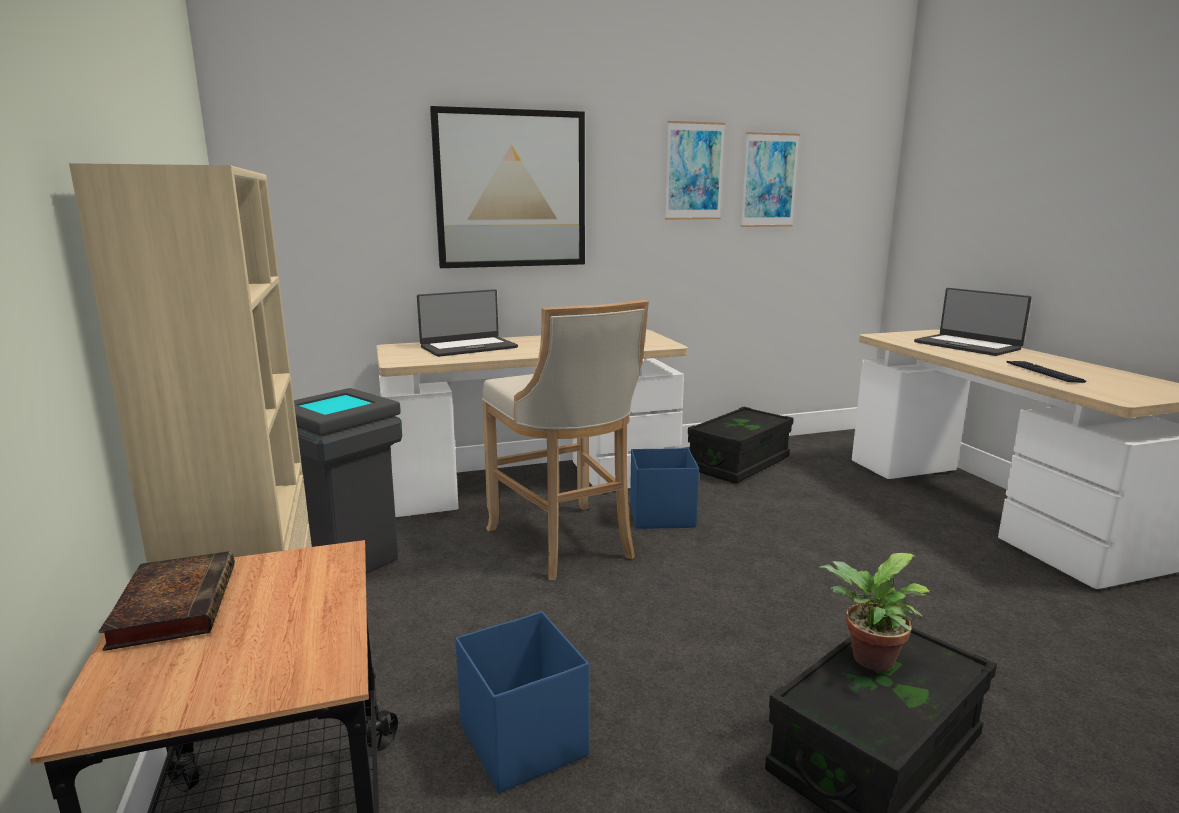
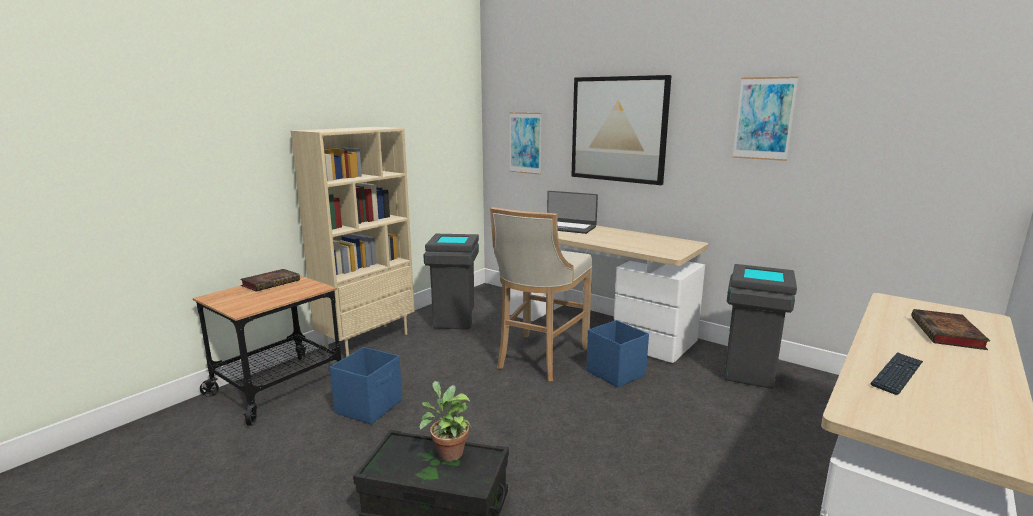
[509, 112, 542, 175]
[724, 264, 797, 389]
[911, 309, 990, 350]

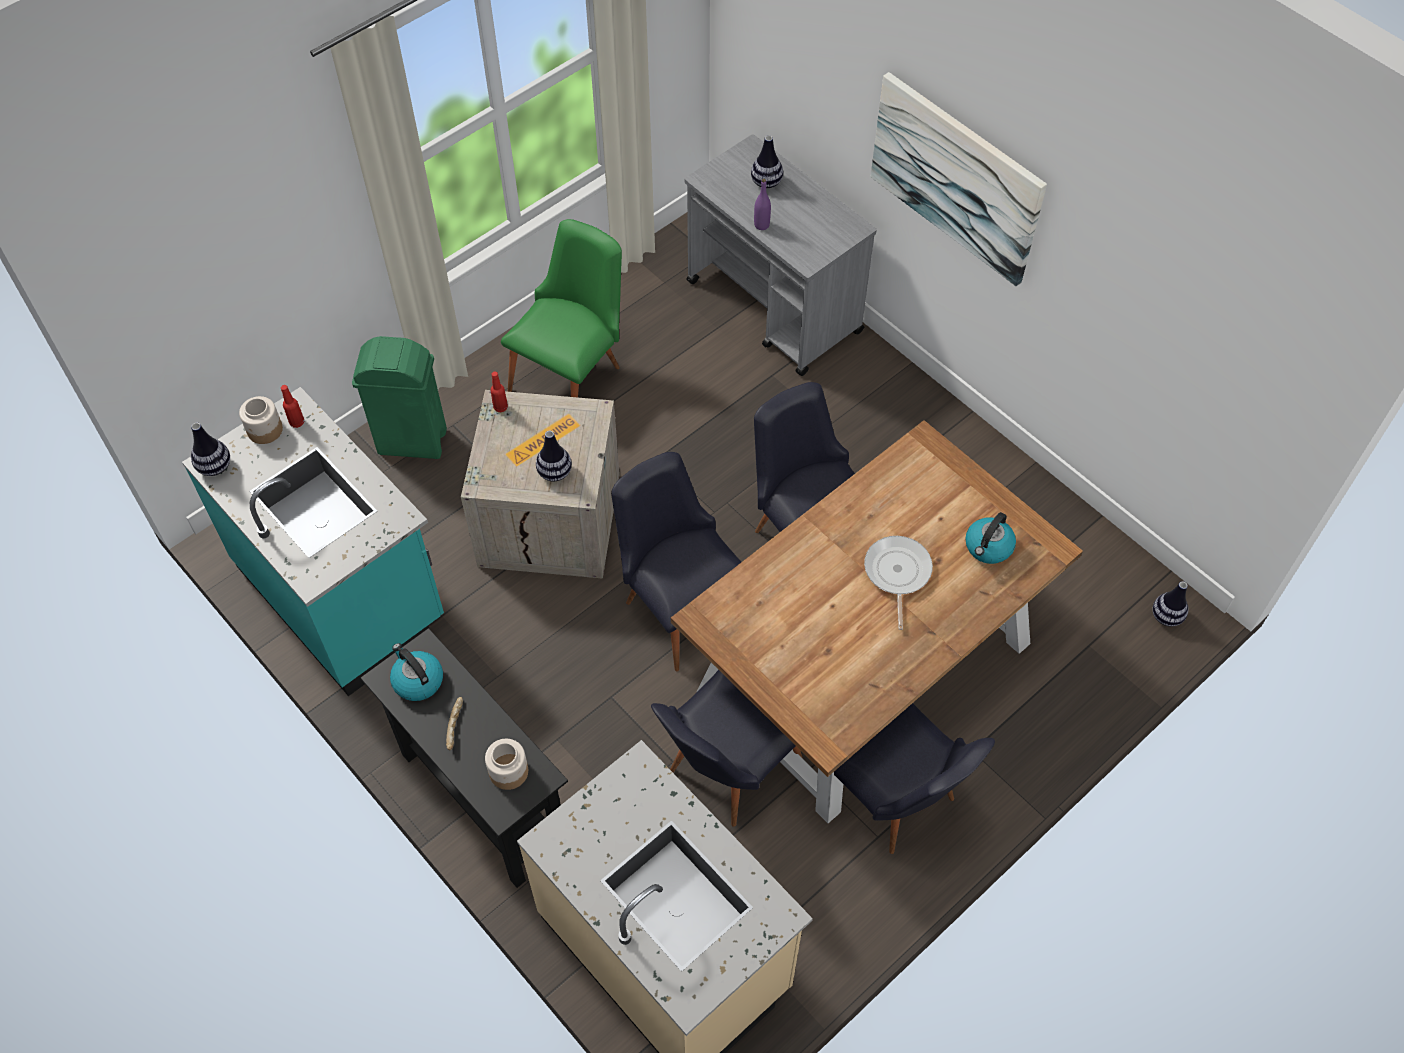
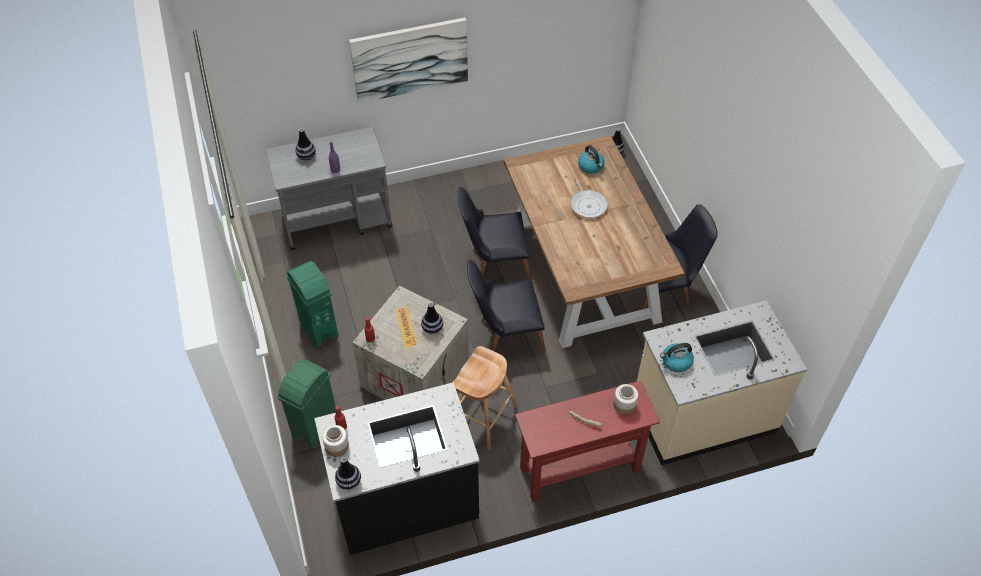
[286, 261, 339, 347]
[314, 382, 480, 555]
[453, 346, 518, 450]
[515, 381, 660, 502]
[571, 177, 608, 218]
[660, 343, 694, 372]
[651, 670, 803, 827] (first image)

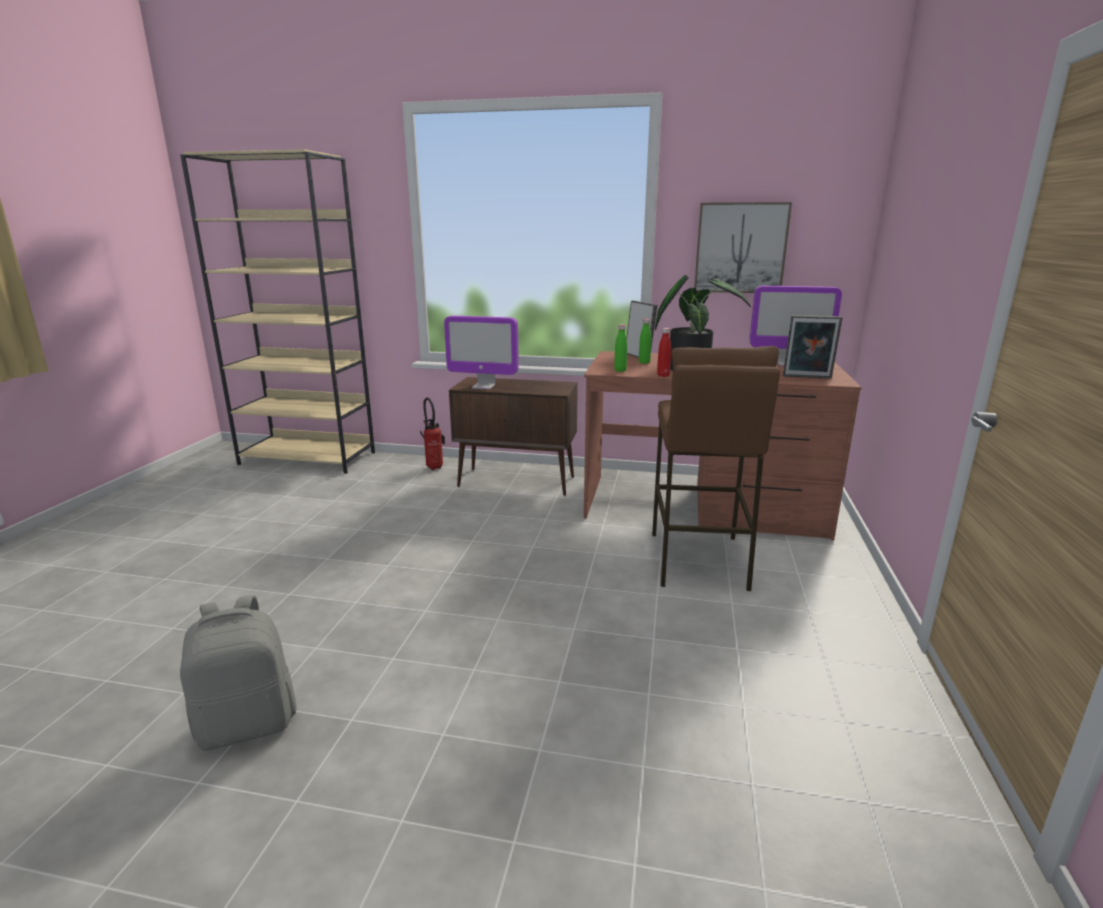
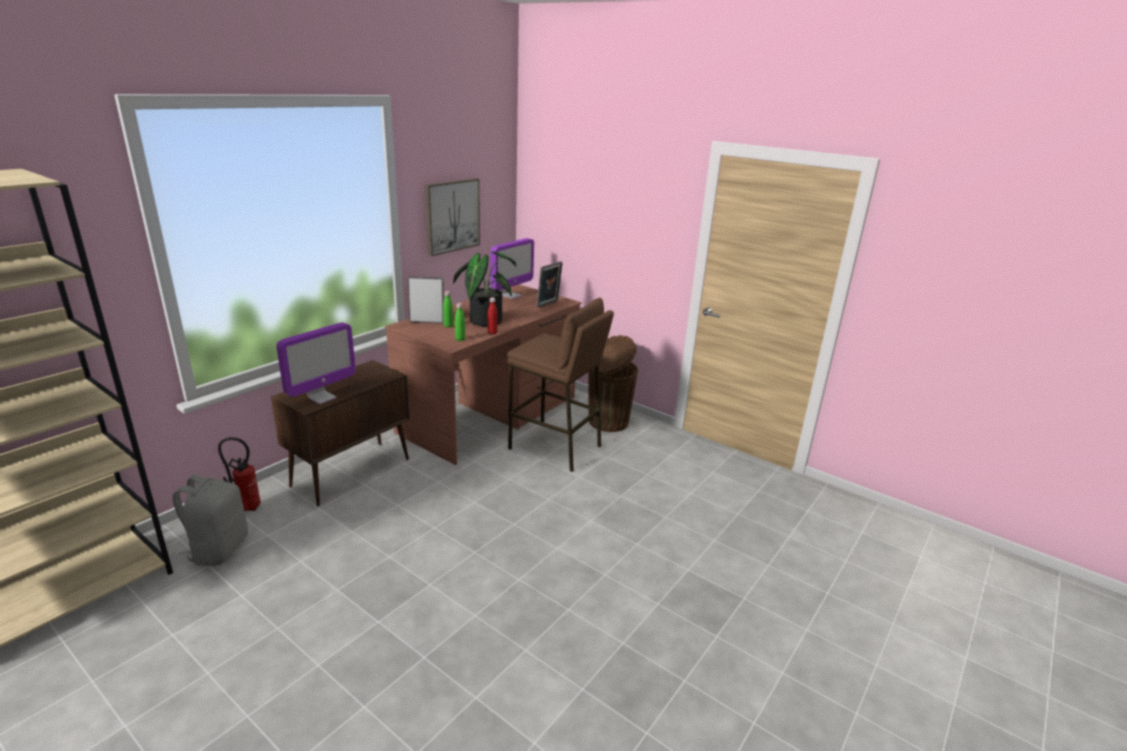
[173, 475, 248, 566]
[588, 335, 638, 432]

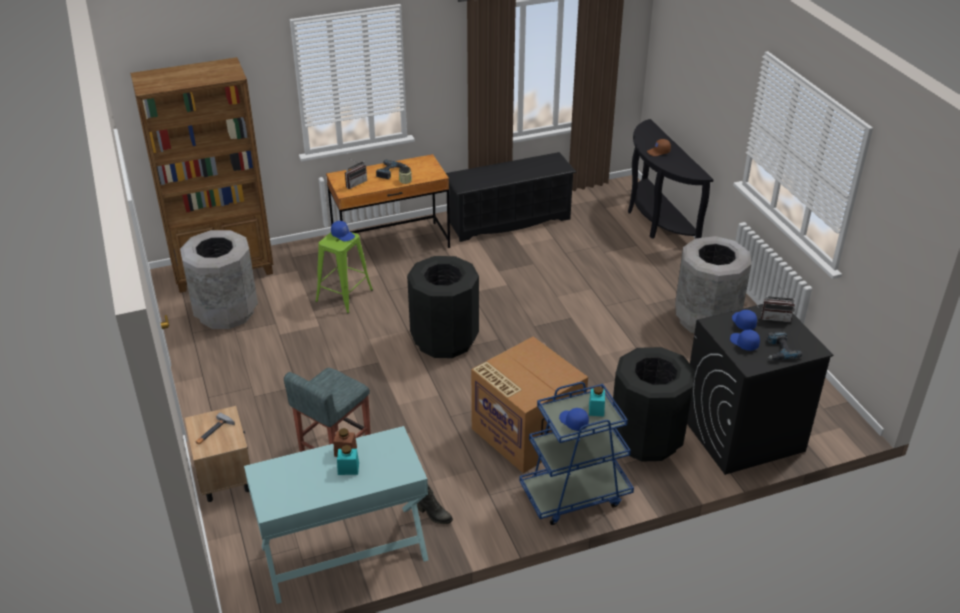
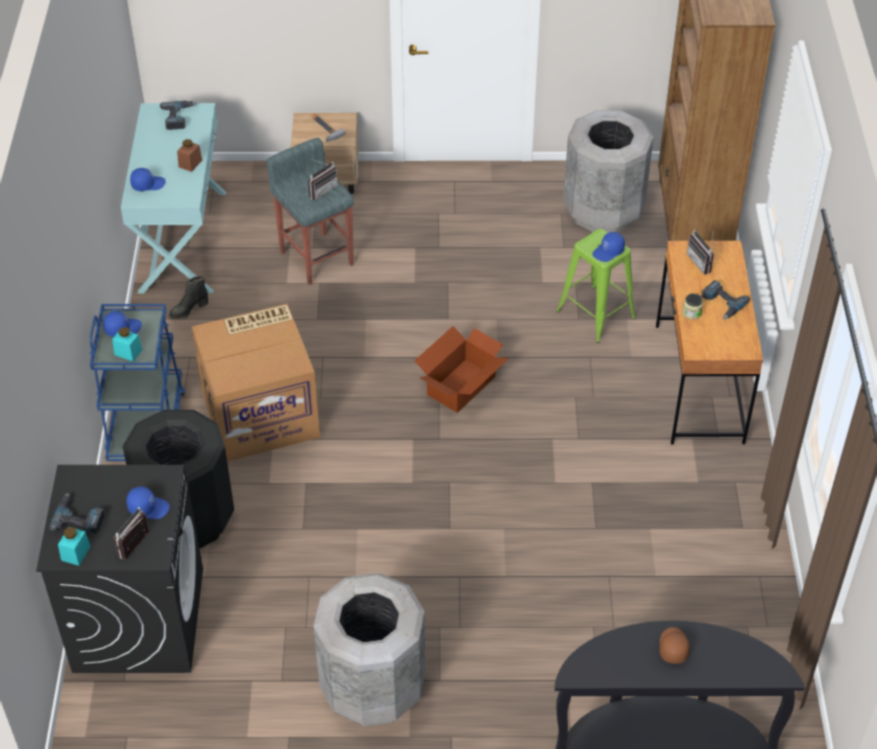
[58, 527, 91, 566]
[130, 168, 165, 191]
[160, 101, 197, 130]
[308, 159, 338, 201]
[414, 326, 509, 413]
[446, 152, 576, 242] (first image)

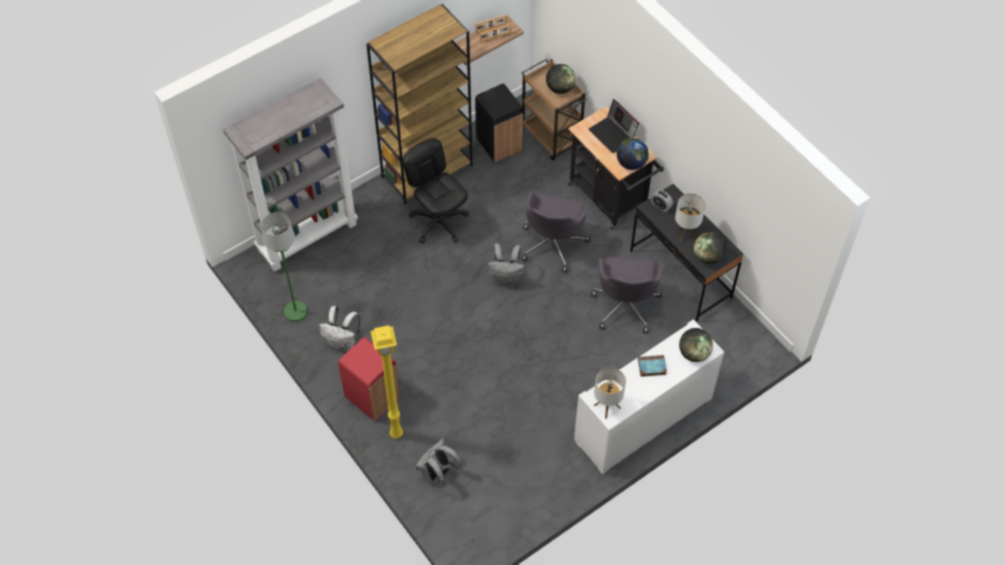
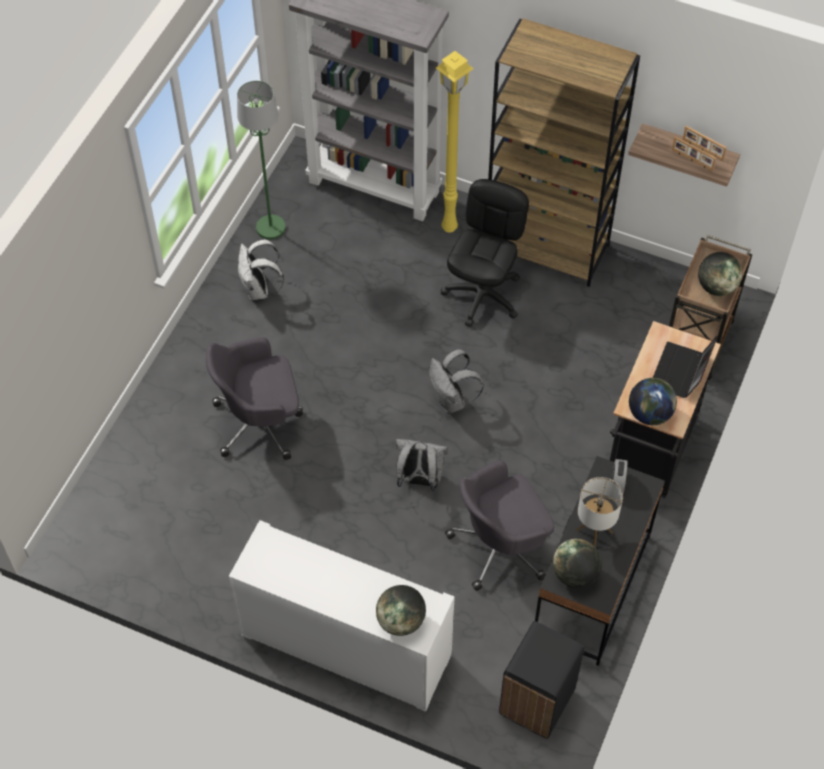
[206, 337, 303, 460]
[396, 439, 447, 491]
[436, 51, 474, 233]
[499, 621, 584, 739]
[338, 337, 400, 421] (first image)
[594, 367, 626, 419] (first image)
[638, 355, 667, 377] (first image)

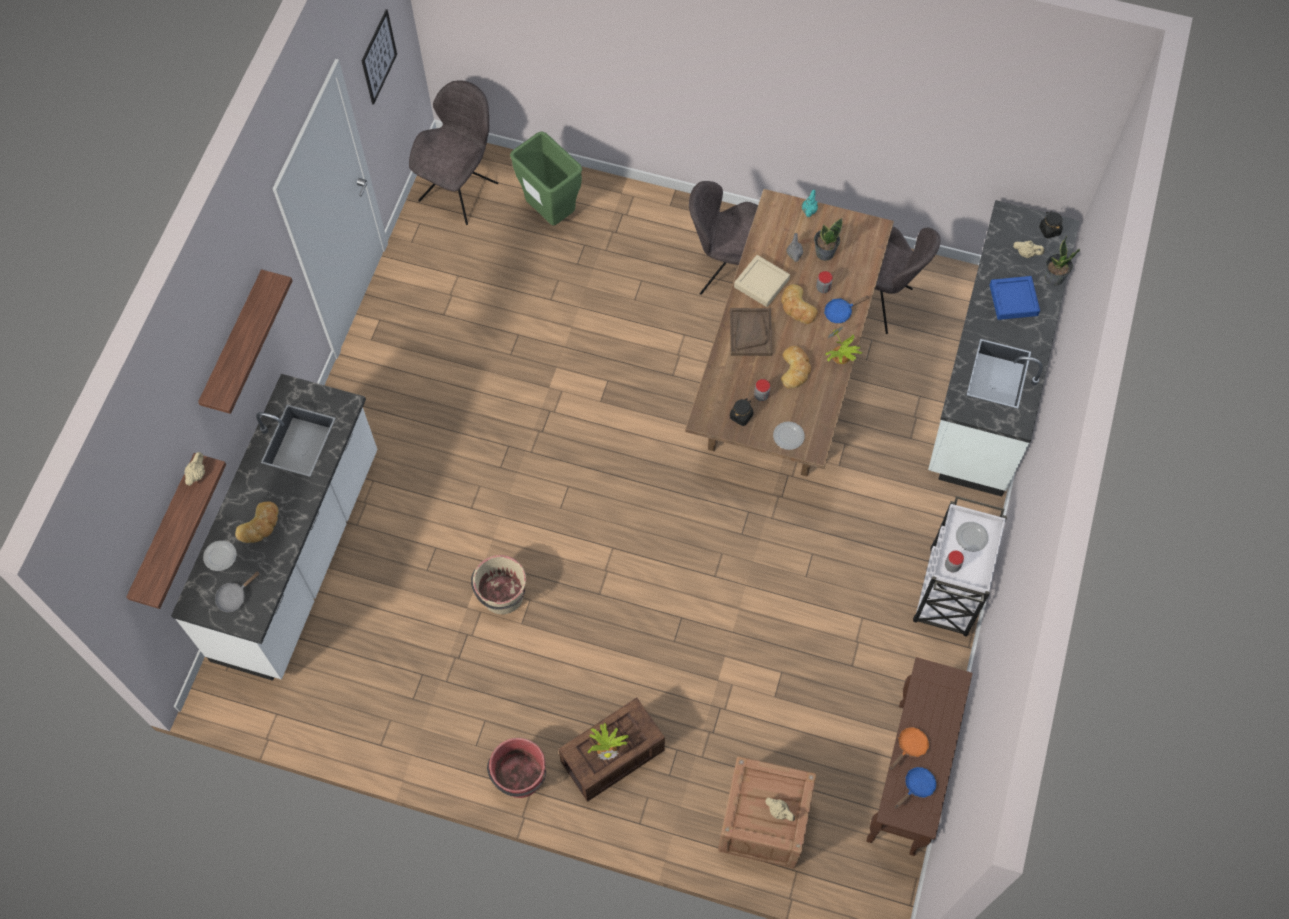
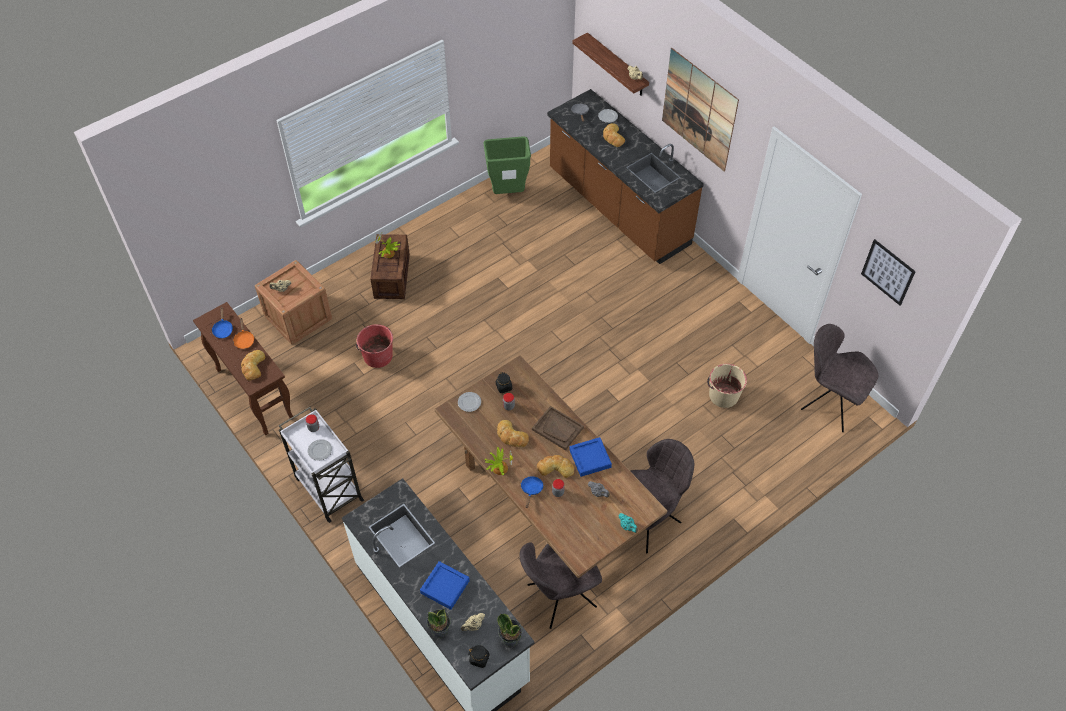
[241, 350, 265, 381]
[356, 324, 393, 368]
[484, 136, 531, 194]
[497, 613, 523, 647]
[547, 89, 704, 264]
[569, 437, 612, 477]
[662, 48, 739, 172]
[707, 364, 747, 408]
[801, 324, 878, 432]

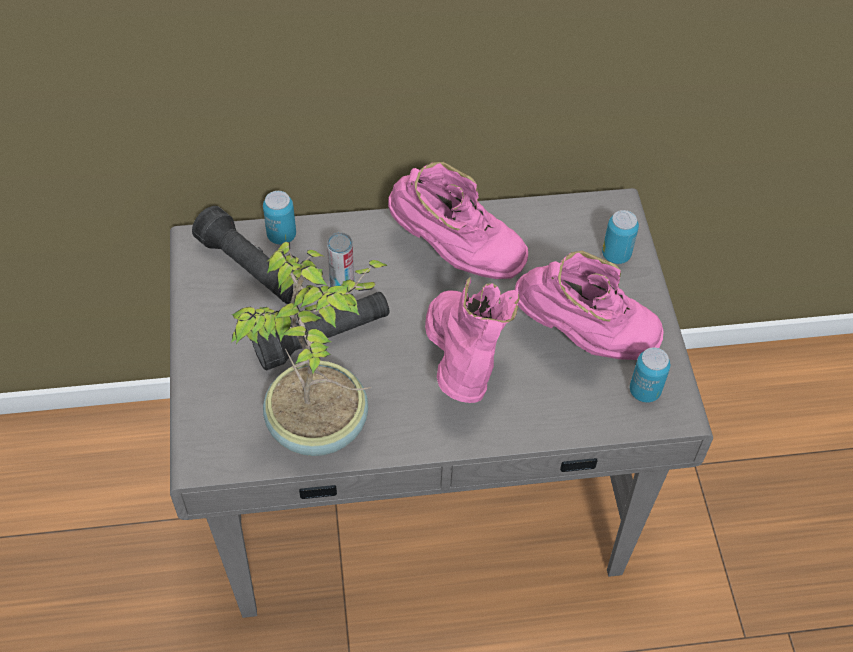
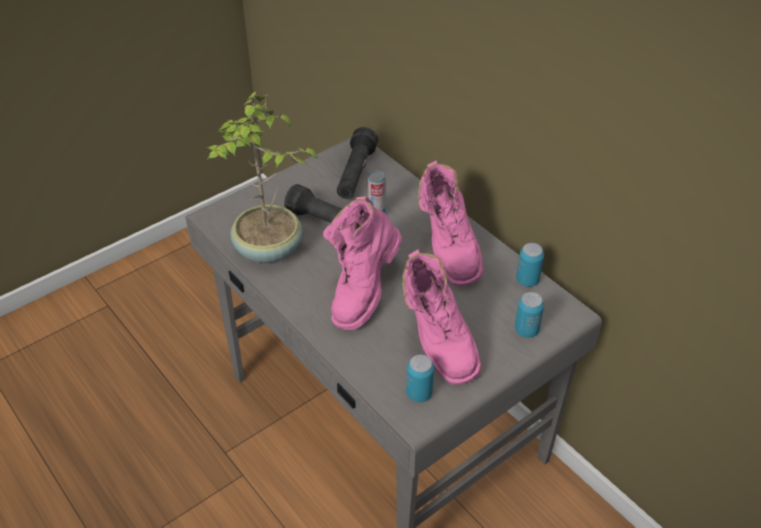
[323, 197, 402, 330]
[516, 243, 544, 287]

